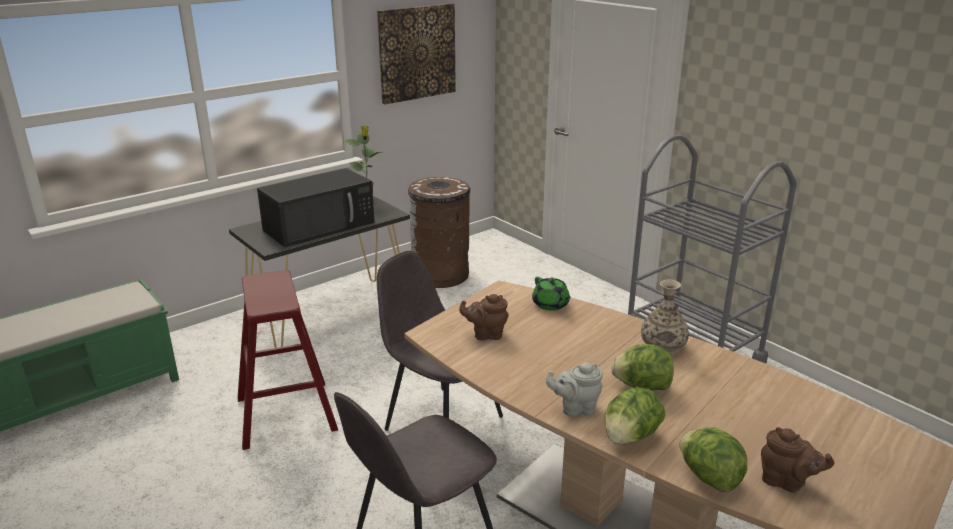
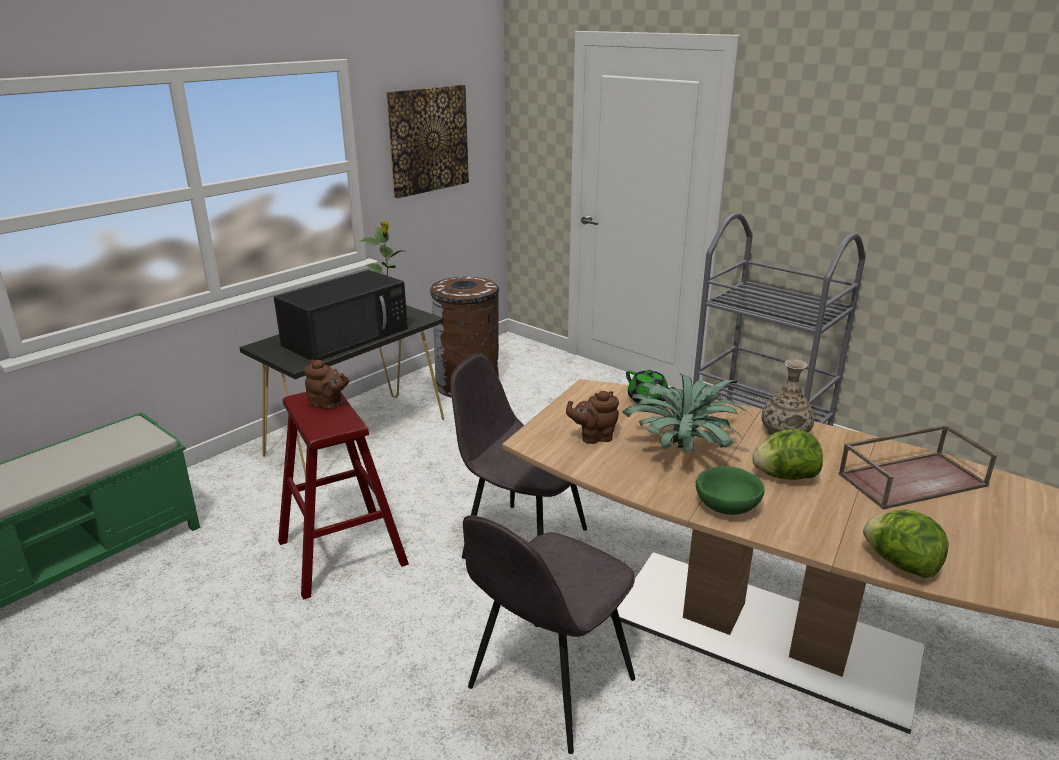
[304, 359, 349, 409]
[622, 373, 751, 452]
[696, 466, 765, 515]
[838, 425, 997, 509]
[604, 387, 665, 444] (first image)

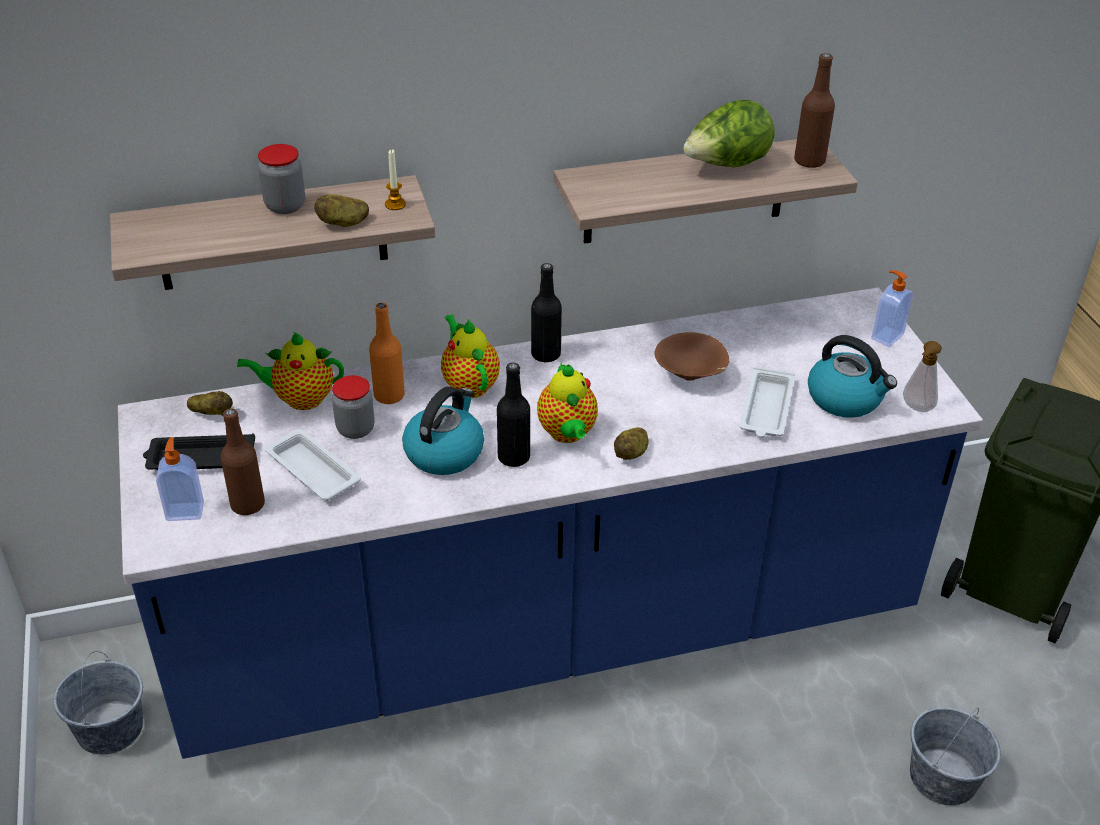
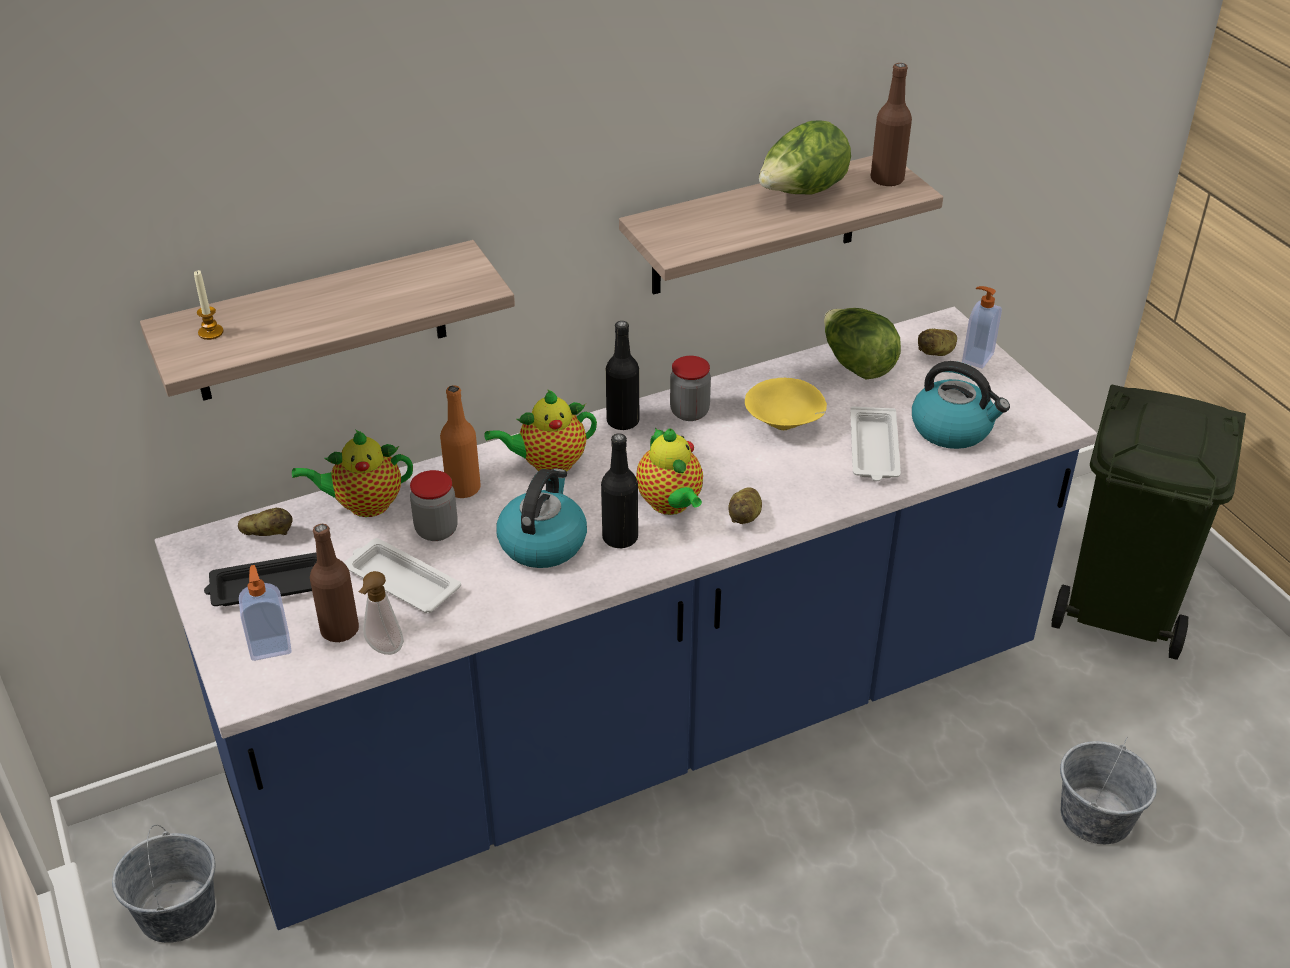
[194, 270, 224, 340]
[358, 571, 404, 655]
[484, 389, 597, 471]
[670, 356, 711, 421]
[745, 378, 827, 430]
[824, 308, 901, 379]
[918, 329, 957, 356]

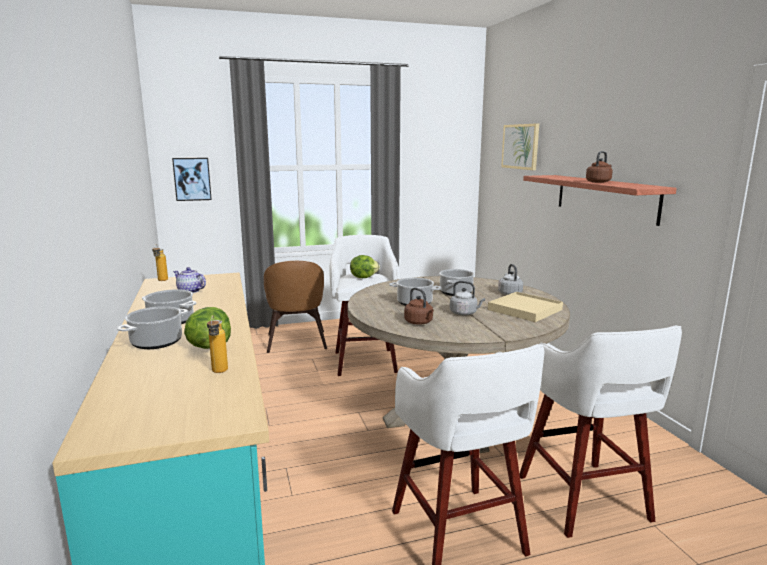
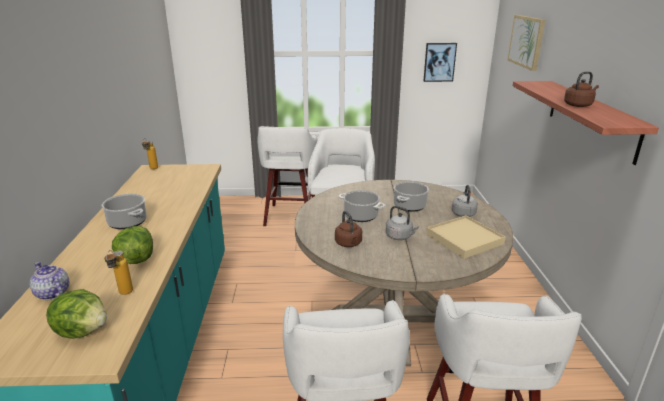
[30, 262, 70, 300]
[46, 289, 107, 339]
[257, 126, 317, 226]
[423, 43, 457, 82]
[117, 306, 188, 349] (first image)

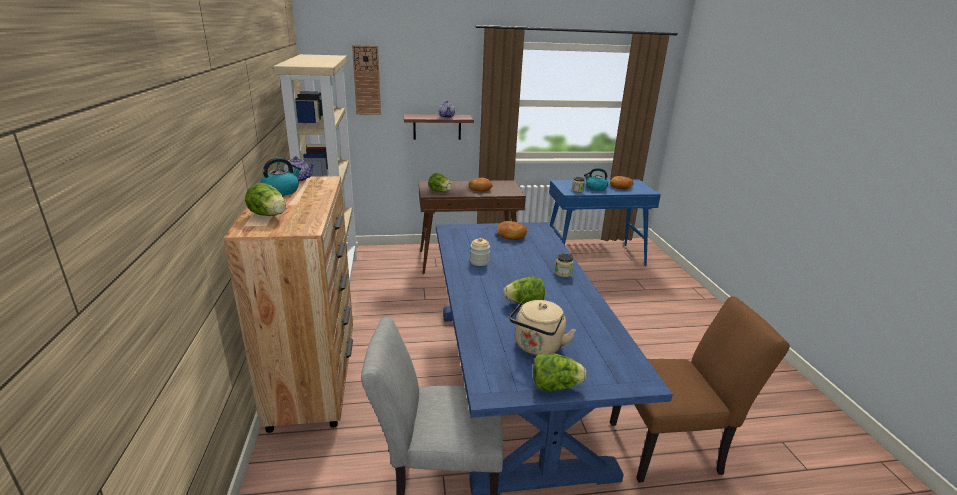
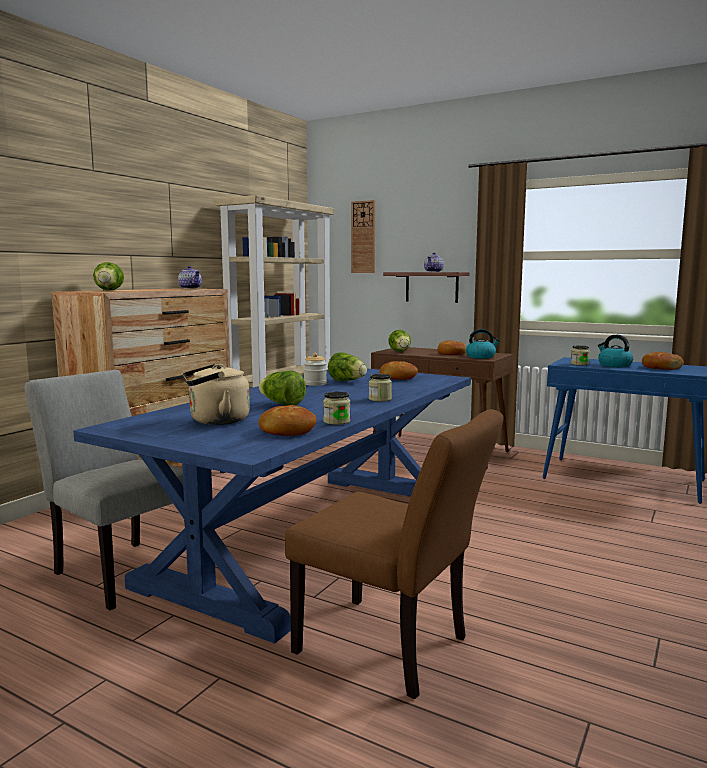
[259, 405, 317, 436]
[323, 392, 350, 425]
[328, 352, 367, 381]
[466, 329, 500, 359]

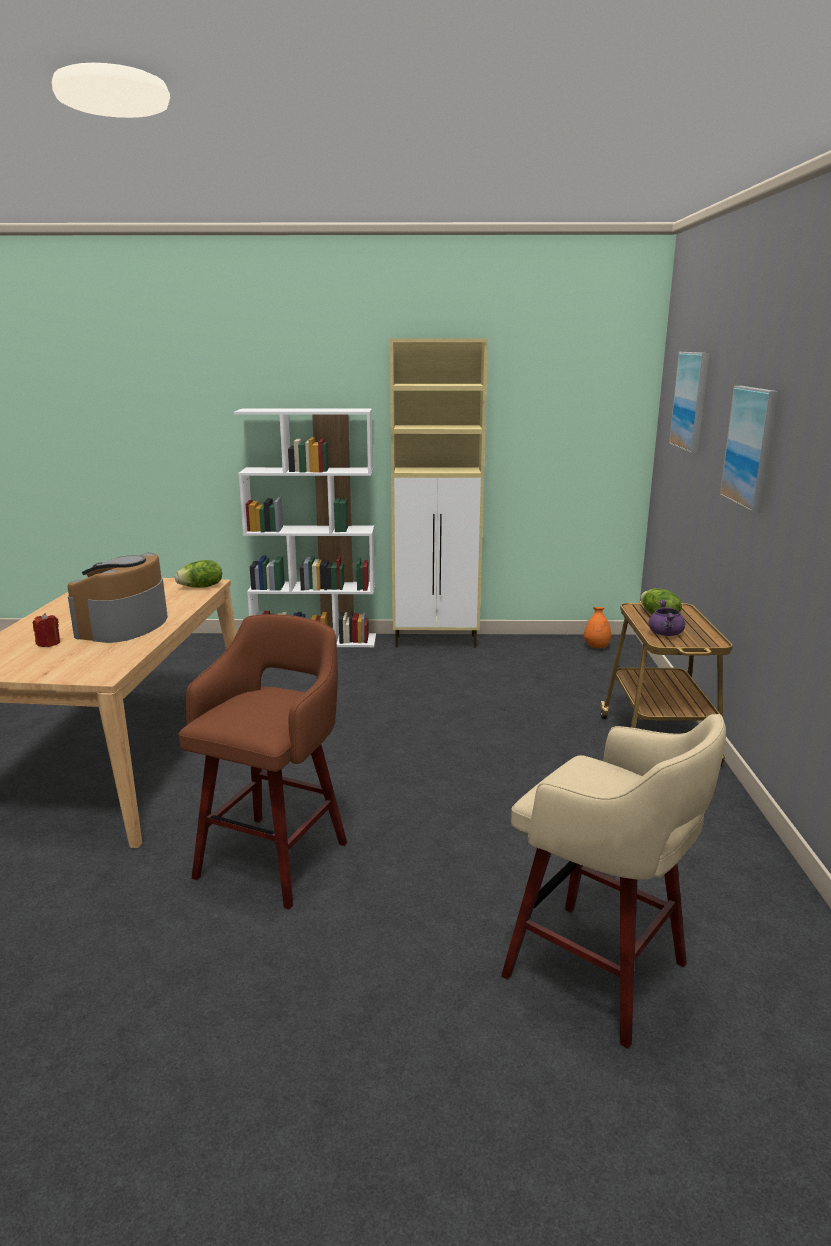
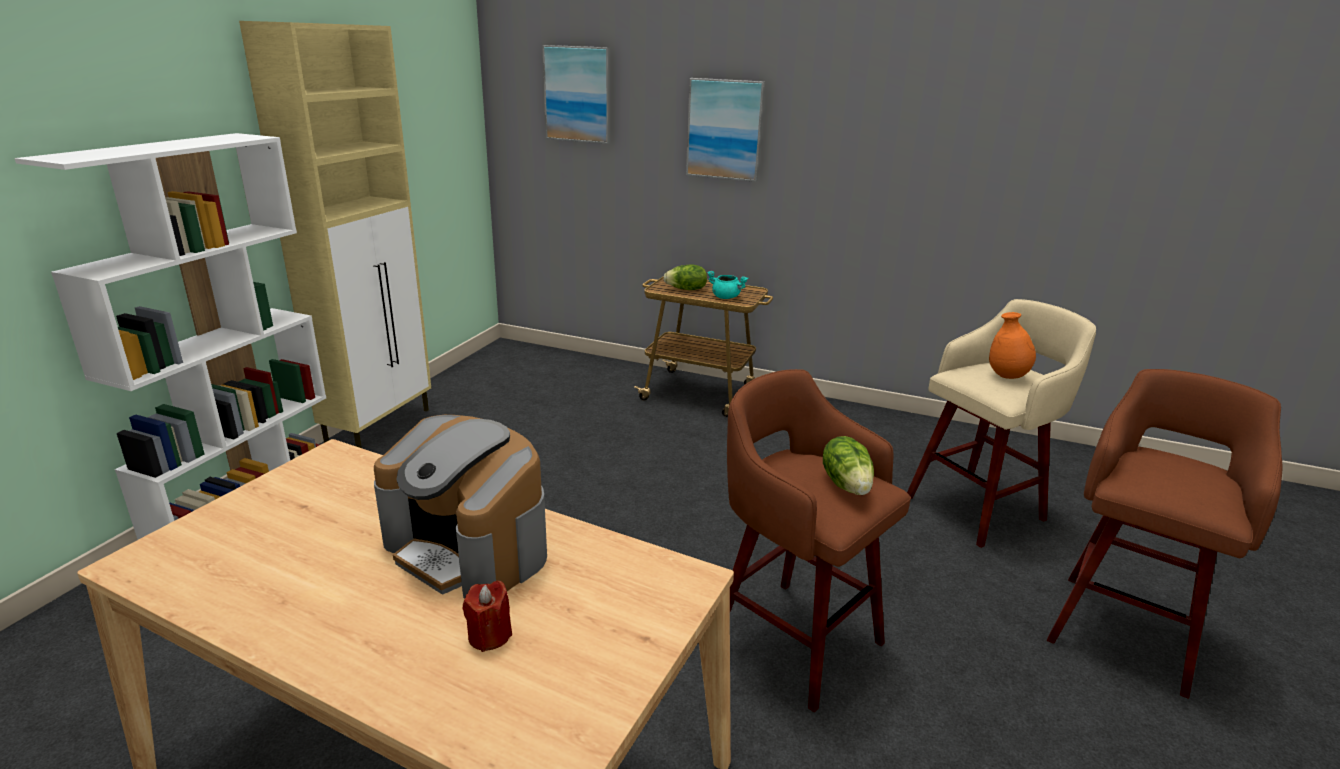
[707, 271, 748, 299]
[823, 436, 874, 495]
[989, 312, 1036, 379]
[1047, 369, 1282, 699]

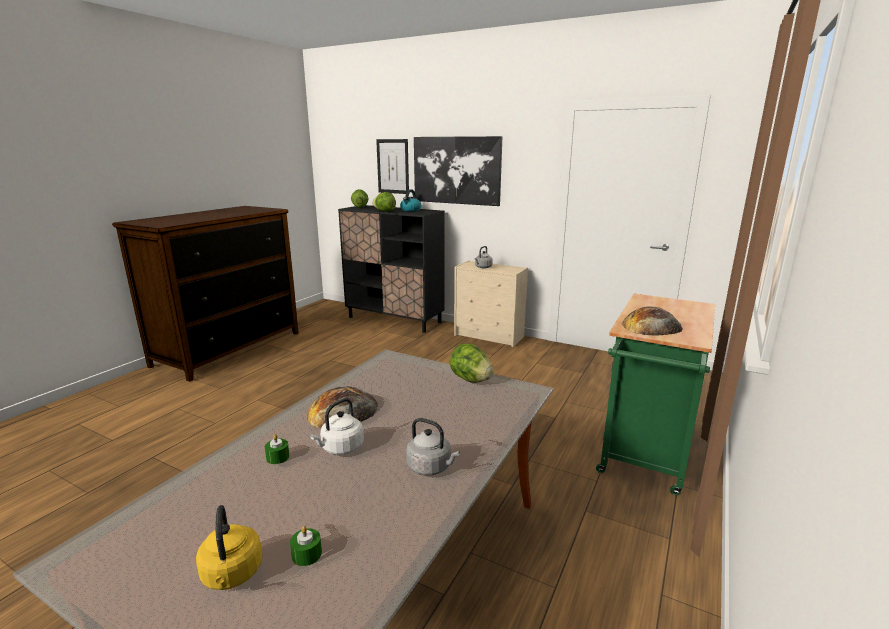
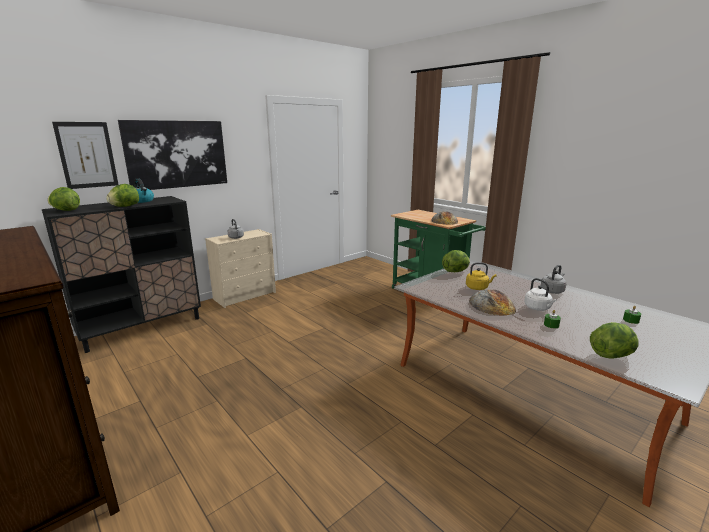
[466, 262, 497, 290]
[590, 322, 638, 358]

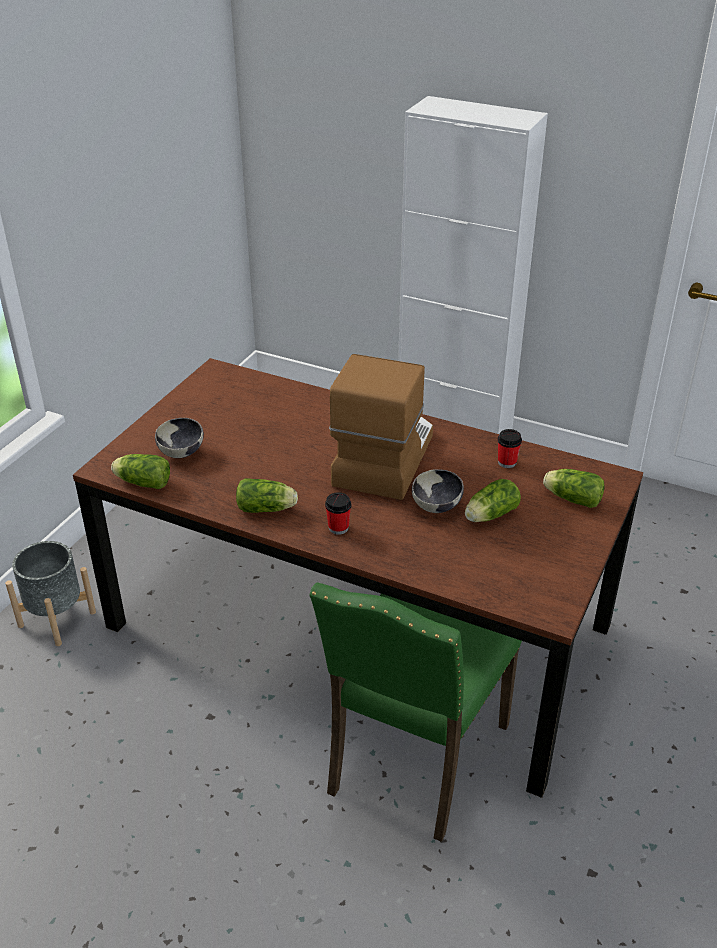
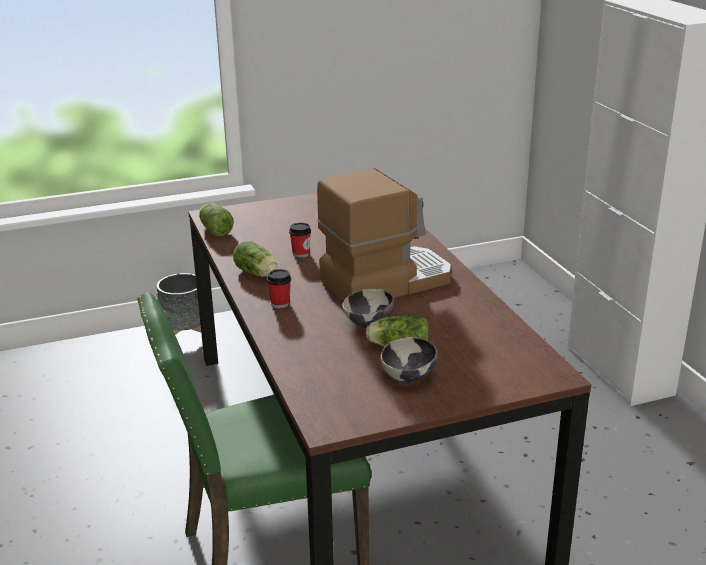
[289, 222, 311, 258]
[380, 337, 438, 383]
[543, 469, 605, 508] (first image)

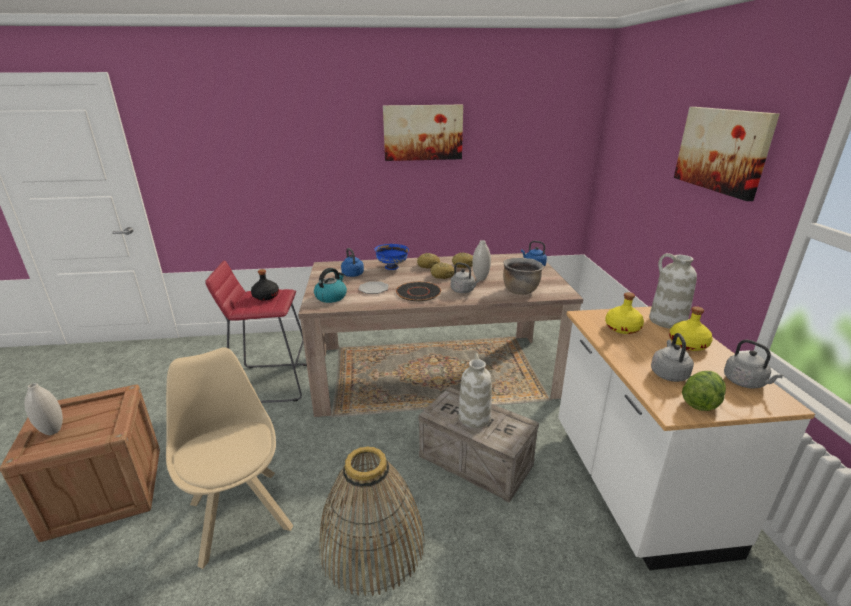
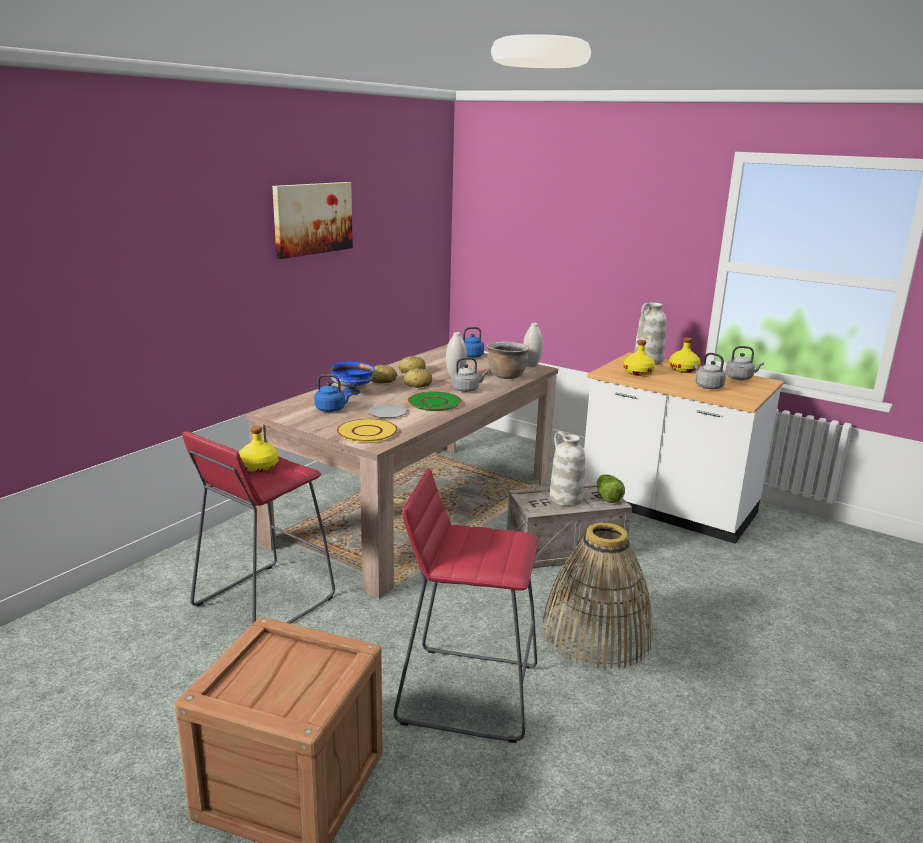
[239, 426, 279, 472]
[337, 419, 398, 443]
[394, 468, 539, 743]
[408, 391, 462, 411]
[523, 323, 543, 367]
[597, 474, 625, 503]
[674, 107, 780, 201] (first image)

